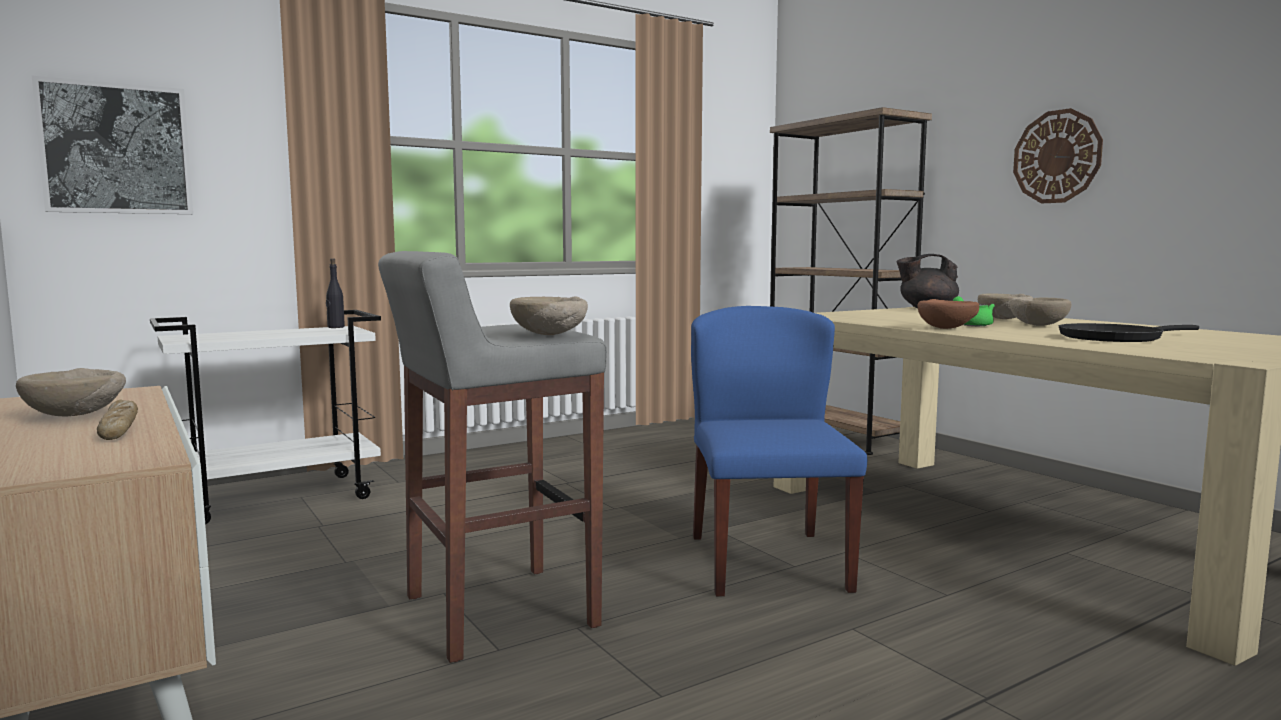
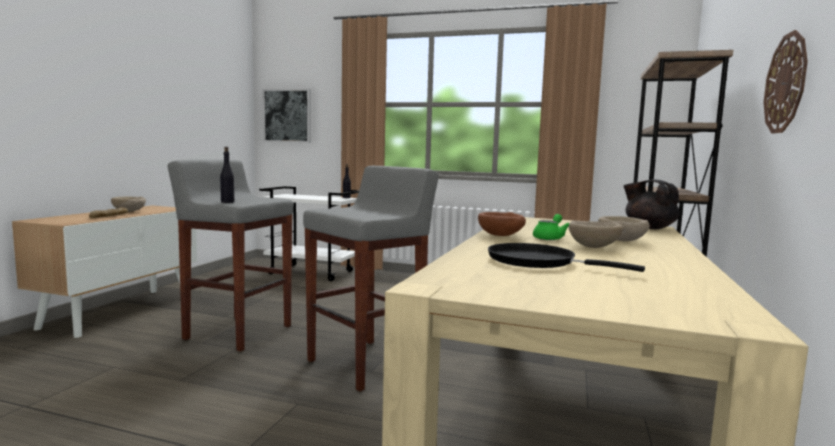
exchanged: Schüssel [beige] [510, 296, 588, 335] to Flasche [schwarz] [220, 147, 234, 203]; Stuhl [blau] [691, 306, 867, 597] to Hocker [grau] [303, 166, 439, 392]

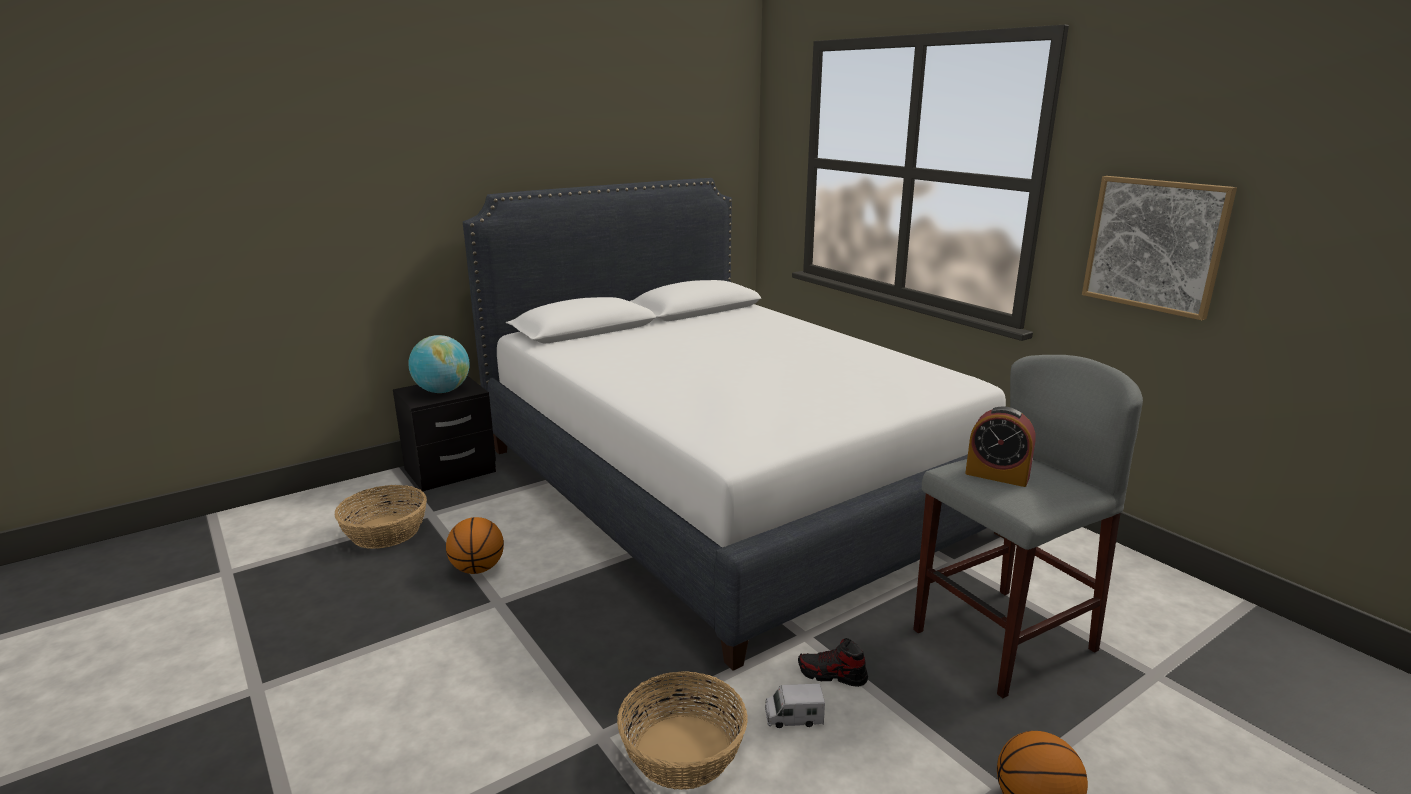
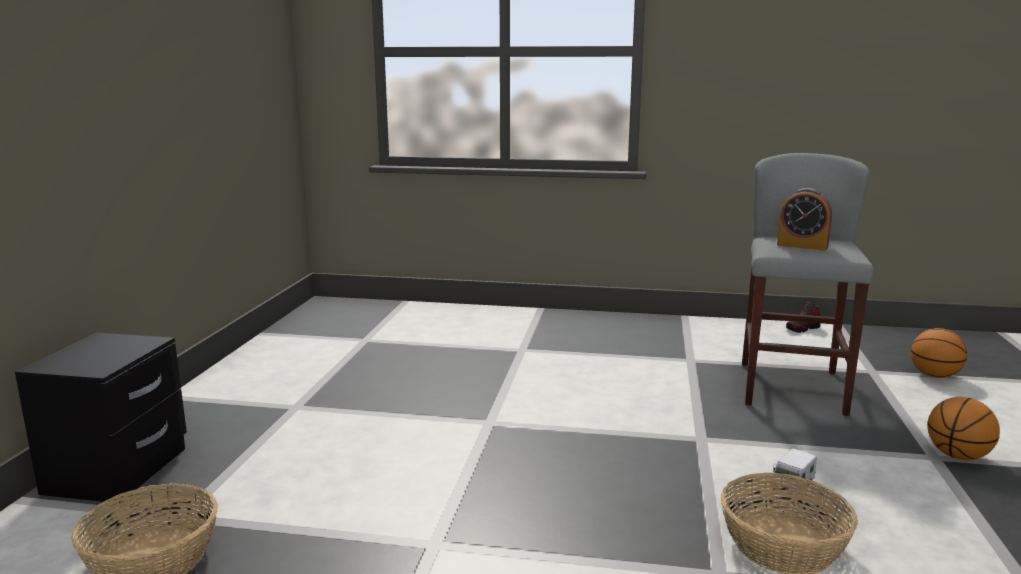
missing: Bild [1082, 176, 1237, 320]; Bett [weiß] [463, 178, 1006, 671]; Globus [408, 335, 470, 393]
relocated: Basketball [446, 517, 504, 574] to [911, 328, 967, 378]; Schuh [798, 638, 868, 687] to [786, 302, 820, 333]
spun: Wecker [965, 406, 1036, 487] = [777, 188, 832, 251] 45 degrees clockwise

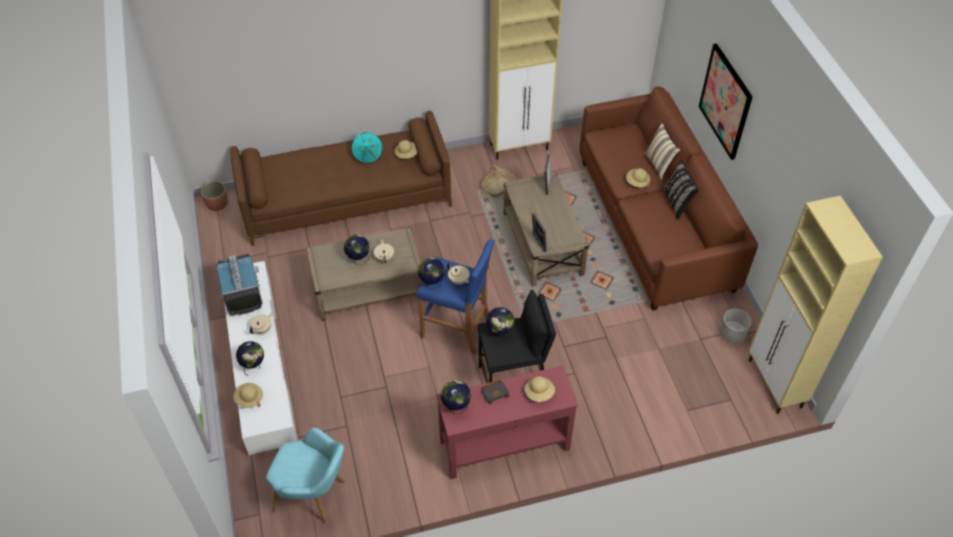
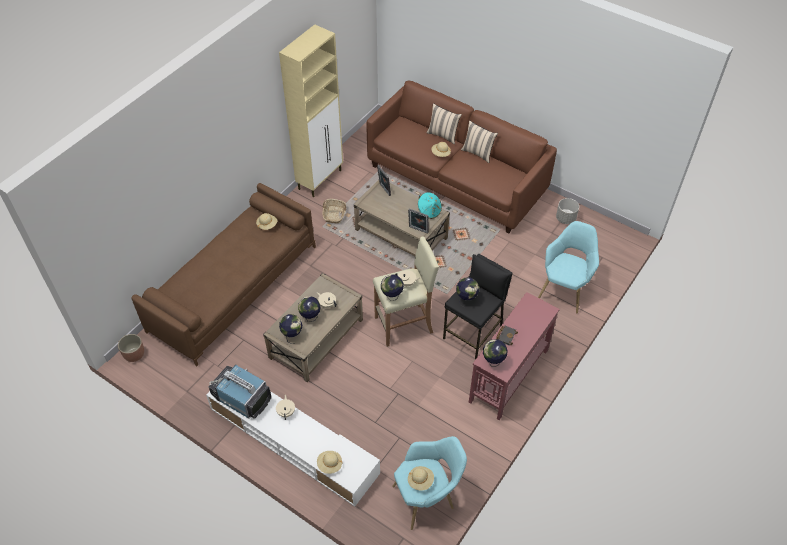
missing: Bild [699, 43, 752, 160]; Schrank [beige] [749, 196, 883, 414]
appeared: Sessel [türkis] [538, 221, 599, 313]
relocated: Hut [türkis] [351, 132, 383, 164] to [418, 192, 442, 219]; Globus [236, 341, 264, 376] to [279, 314, 302, 344]; Hut [beige] [524, 376, 555, 402] to [408, 466, 434, 491]
colour: Kissen [schwarz] [662, 160, 699, 220] to Kissen [beige] [461, 120, 498, 163]; Hocker [blau] [416, 239, 495, 355] to Hocker [beige] [373, 236, 439, 347]

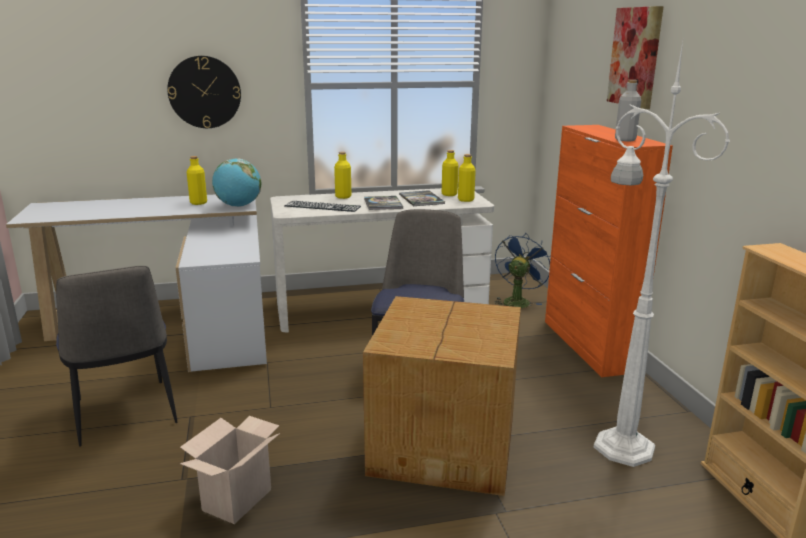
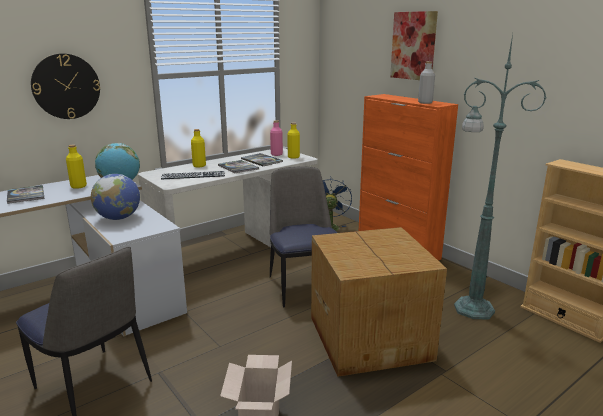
appeared: Globus [91, 174, 140, 220]; Buch [6, 185, 45, 204]
colour: Stehlampe [weiß] [594, 42, 730, 467] to Stehlampe [grün] [454, 34, 546, 320]; Flasche [gelb] [442, 150, 458, 196] to Flasche [rosa] [270, 120, 283, 156]

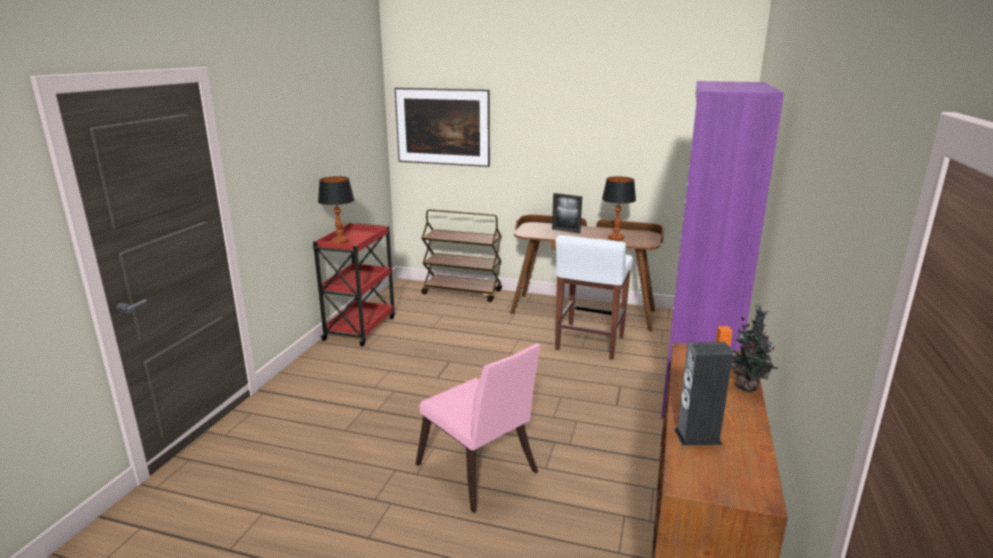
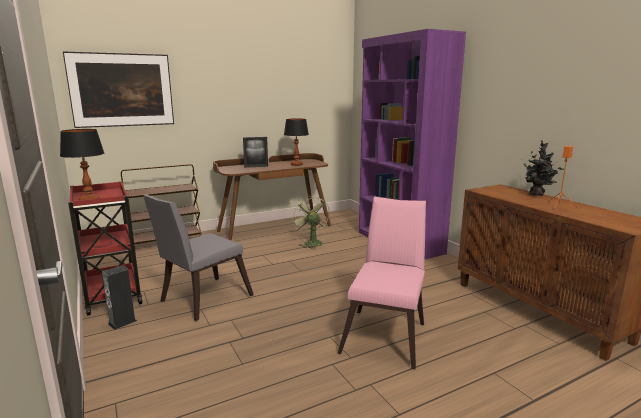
appeared: Stuhl [grau] [143, 194, 254, 321]
relocated: Lautsprecher [674, 342, 733, 446] to [102, 265, 137, 330]
exchanged: Hocker [weiß] [555, 235, 633, 360] to Ventilator [grün] [291, 197, 329, 249]
spun: Stuhl [rosa] [416, 344, 541, 513] = [337, 196, 426, 369] 75 degrees counterclockwise

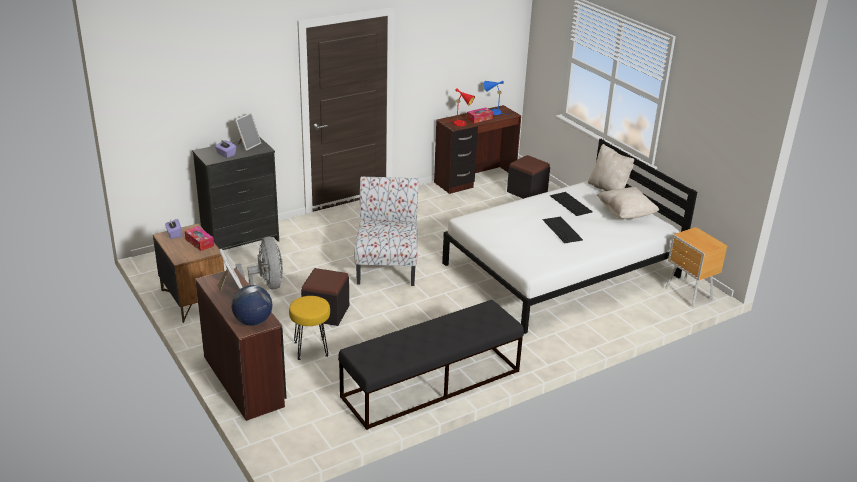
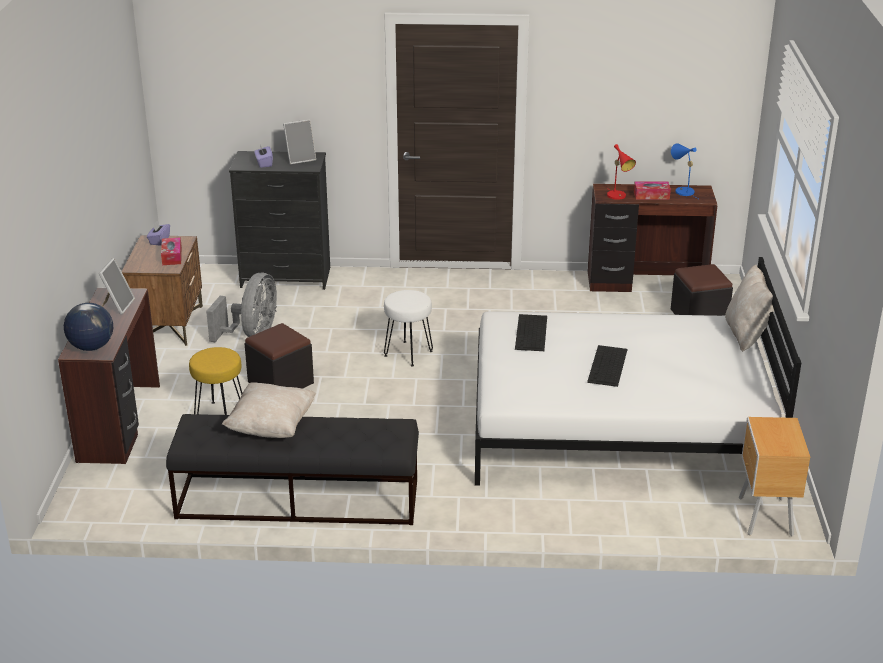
relocated: Kissen [beige] [597, 187, 659, 219] to [222, 382, 316, 438]; Tastatur [550, 192, 593, 216] to [515, 314, 547, 351]
exchanged: Stuhl [354, 177, 418, 286] to Hocker [weiß] [384, 290, 433, 366]

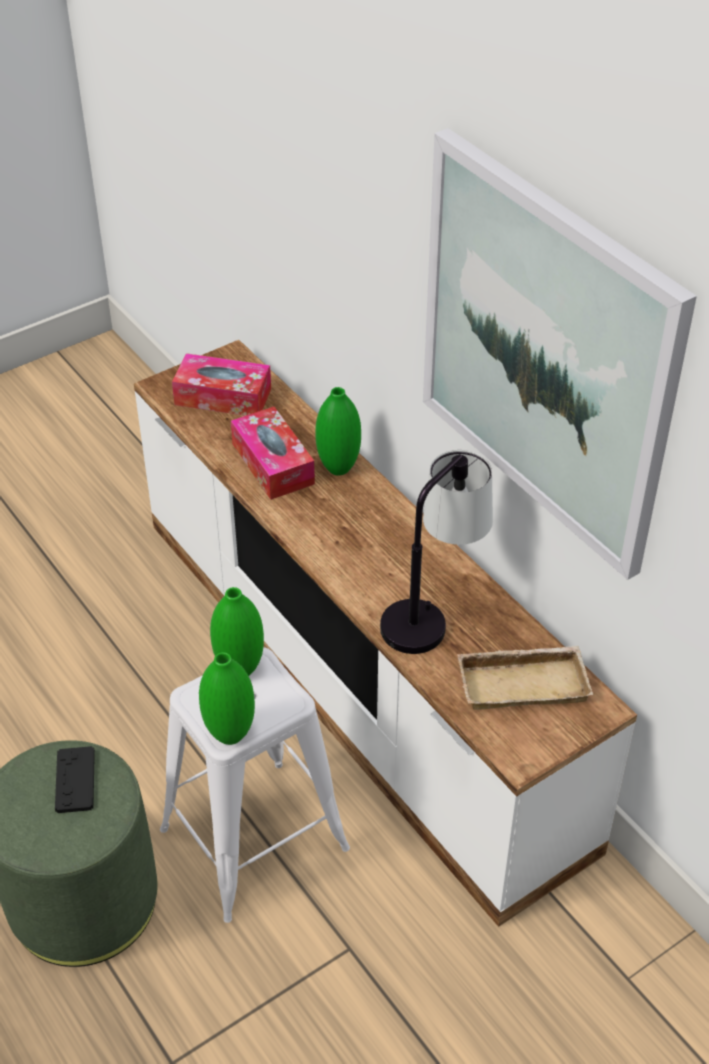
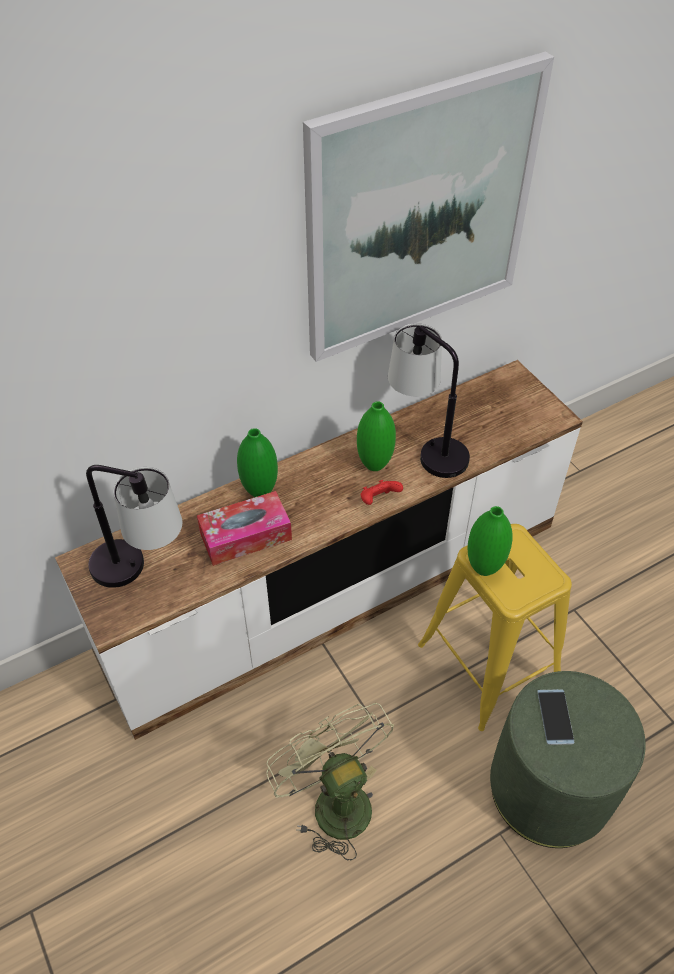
missing: Tablett [beige] [457, 646, 593, 710]
appeared: Gamepad [rot] [361, 480, 403, 505]; Ventilator [grün] [266, 703, 394, 860]
relocated: Vase [grün] [199, 652, 255, 745] to [357, 401, 396, 471]
exchanged: Taschentuchbox [172, 353, 271, 416] to Tischlampe [86, 465, 182, 588]; Gamepad [schwarz] [55, 746, 95, 813] to Handy [537, 689, 574, 745]
colour: Hocker [weiß] [160, 647, 350, 923] to Hocker [gelb] [418, 524, 572, 731]

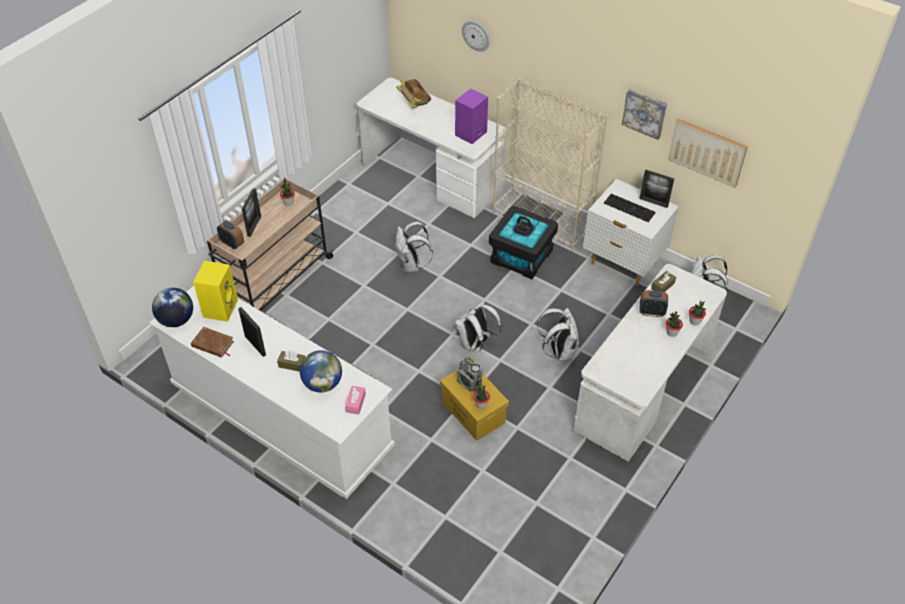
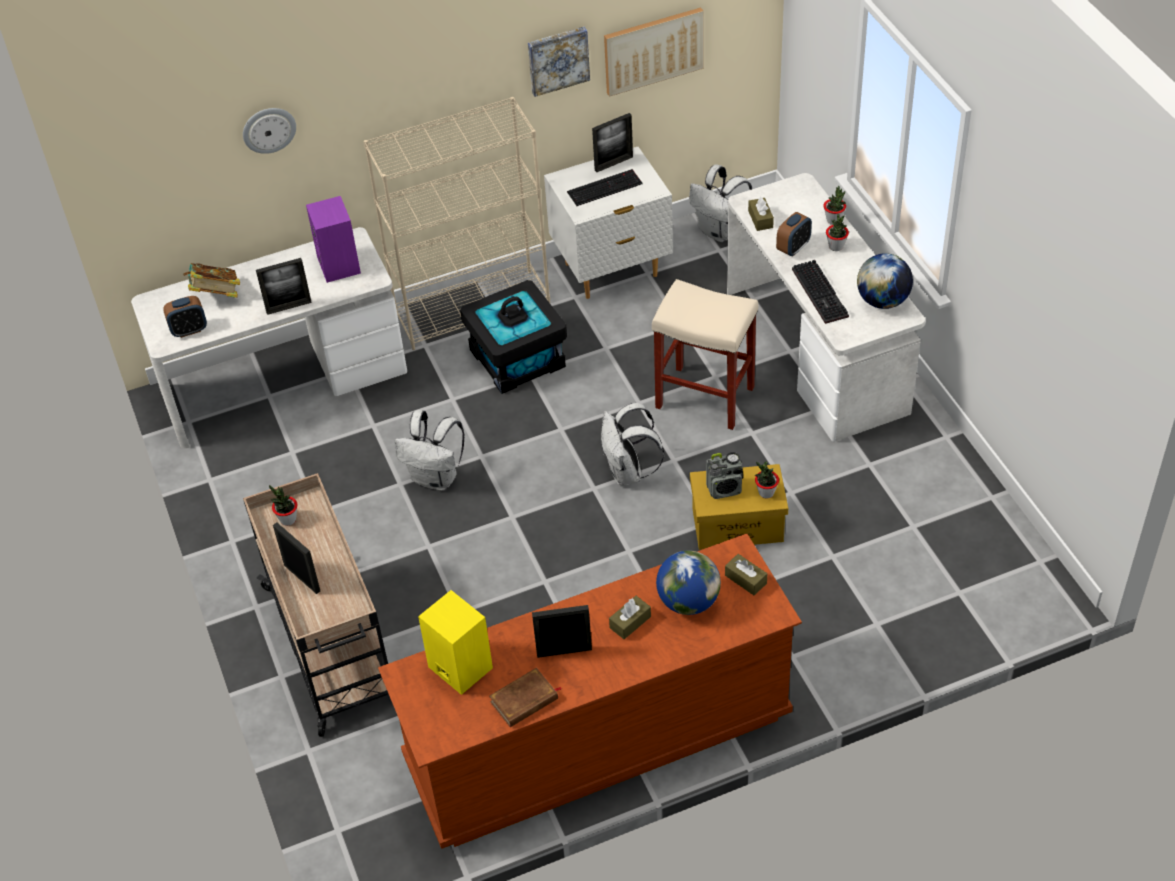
appeared: Bilderrahmen [256, 258, 312, 315]; Tastatur [792, 260, 849, 324]
relocated: Wecker [217, 220, 244, 249] to [163, 296, 207, 338]; Globus [152, 288, 193, 327] to [857, 253, 913, 309]
exchanged: Rucksack [weiß] [537, 308, 579, 361] to Hocker [beige] [652, 279, 758, 430]
colour: Kommode [weiß] [149, 286, 395, 499] to Kommode [braun] [378, 534, 802, 849]; Taschentuchbox [rosa] [345, 386, 366, 415] to Taschentuchbox [braun] [725, 554, 767, 595]

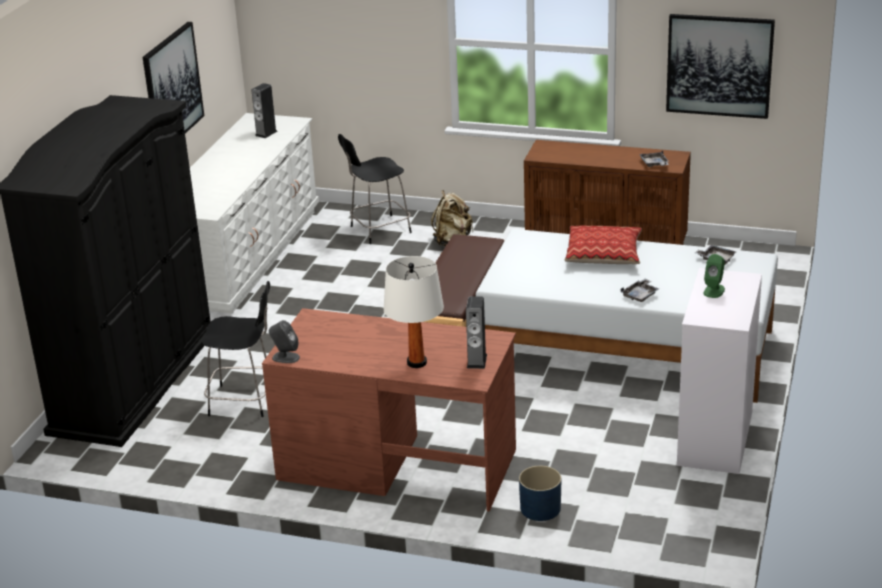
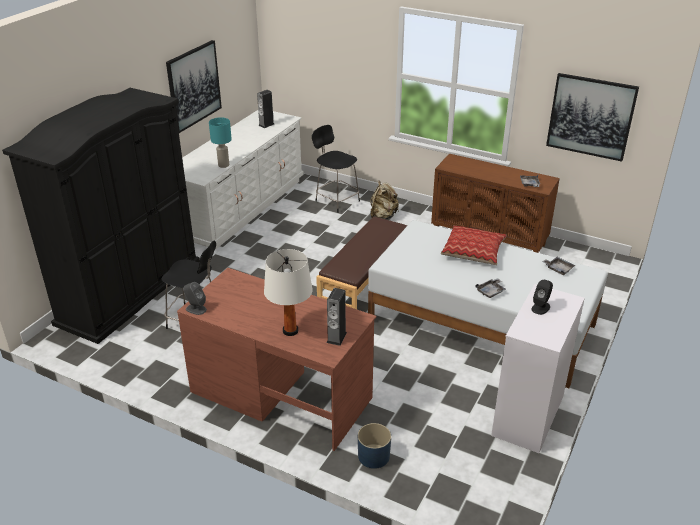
appeared: Tischlampe [türkis] [209, 117, 232, 168]
colour: Lautsprecher [grün] [704, 254, 725, 298] to Lautsprecher [schwarz] [532, 280, 553, 315]
spun: Stuhl [schwarz] [338, 134, 412, 244] = [312, 125, 360, 213] 60 degrees clockwise

